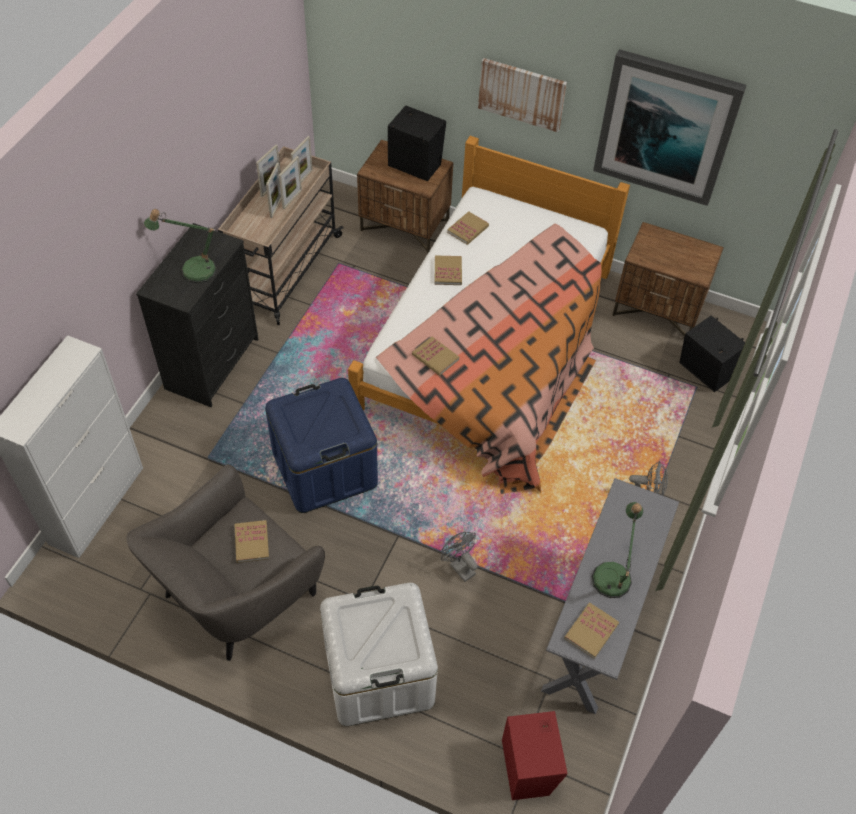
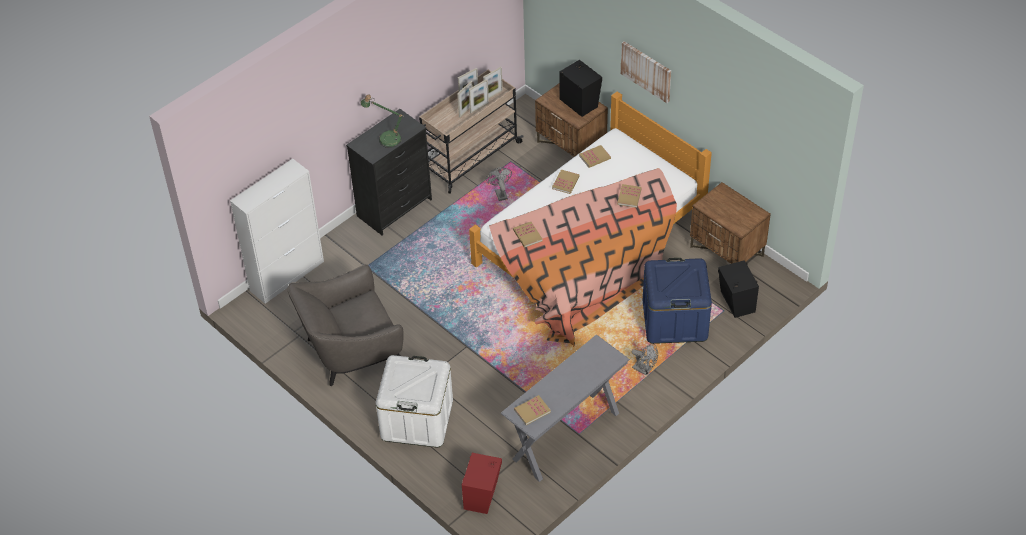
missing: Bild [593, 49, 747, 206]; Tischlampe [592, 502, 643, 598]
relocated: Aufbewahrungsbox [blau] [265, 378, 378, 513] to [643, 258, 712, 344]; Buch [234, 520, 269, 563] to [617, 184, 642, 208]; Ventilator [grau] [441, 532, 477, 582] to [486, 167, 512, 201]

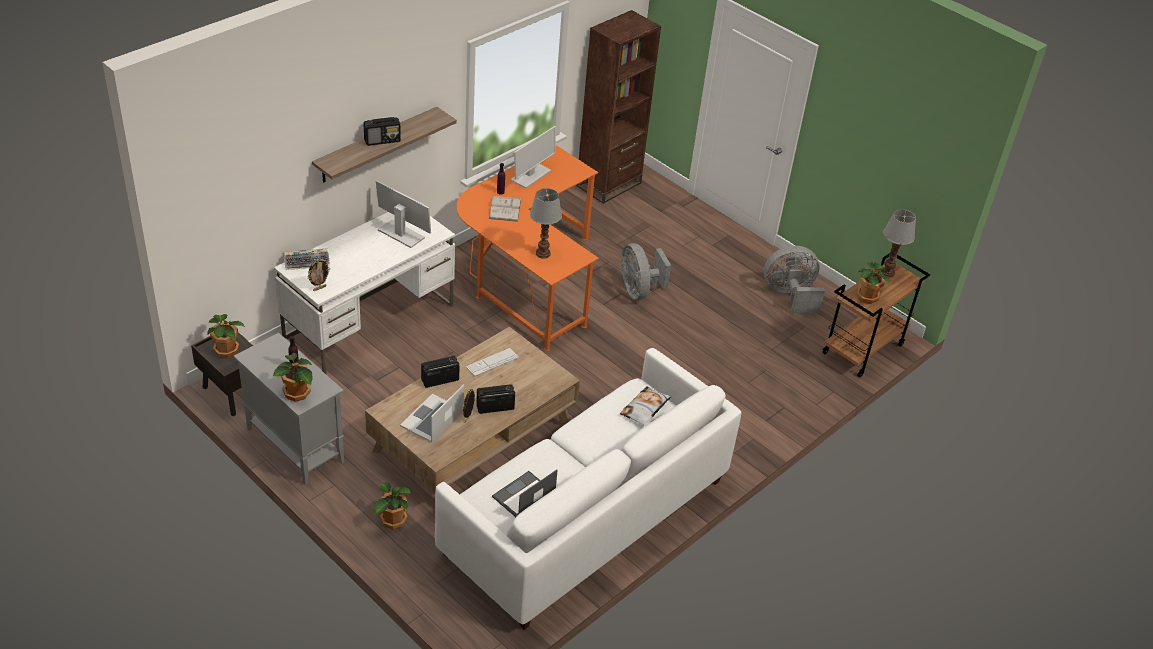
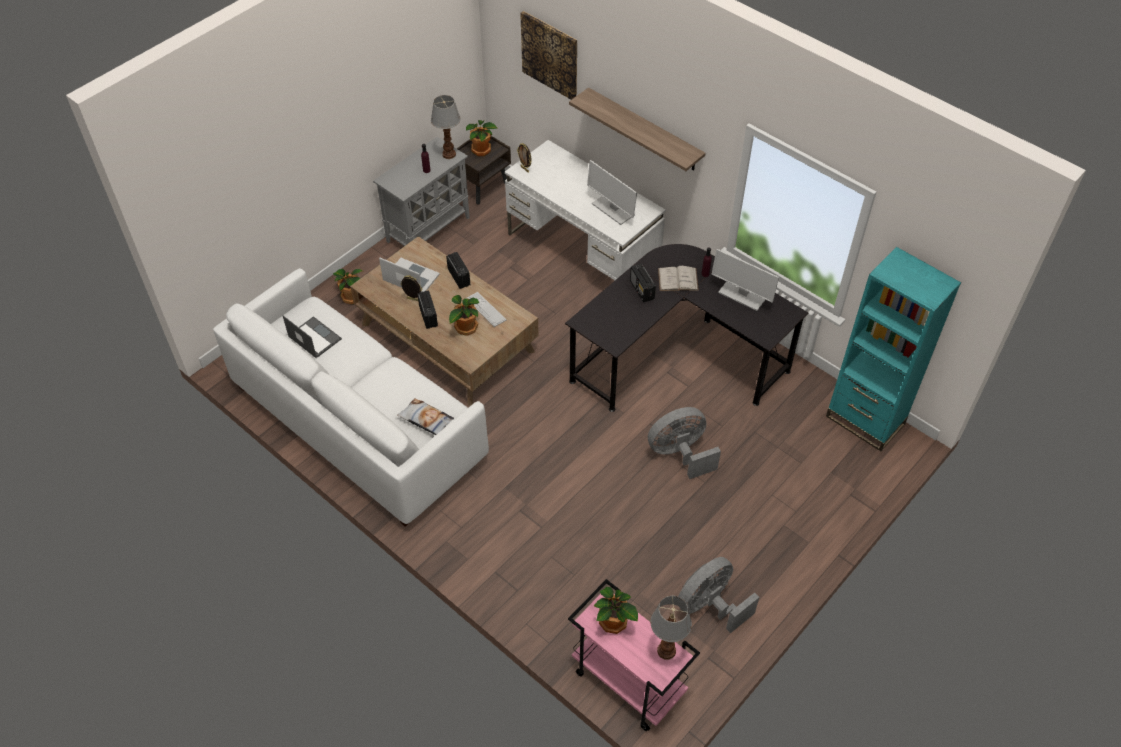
missing: Tastatur [284, 248, 330, 270]
appeared: Bild [520, 11, 577, 100]
relocated: Radio [363, 117, 401, 146] to [630, 264, 656, 302]; Tischlampe [530, 188, 562, 259] to [431, 95, 460, 159]; Topfpflanze [273, 353, 313, 402] to [449, 295, 480, 336]
colour: Bücherregal [braun] [576, 10, 661, 204] to Bücherregal [türkis] [826, 247, 961, 451]; Schreibtisch [orange] [457, 145, 599, 351] to Schreibtisch [schwarz] [565, 244, 808, 412]; Rollwagen [braun] [822, 252, 930, 378] to Rollwagen [rosa] [568, 579, 700, 731]
spun: Monitor [376, 180, 431, 248] = [587, 160, 637, 225] 105 degrees clockwise; Ventilator [grau] [764, 246, 825, 313] = [678, 557, 759, 633] 120 degrees counterclockwise

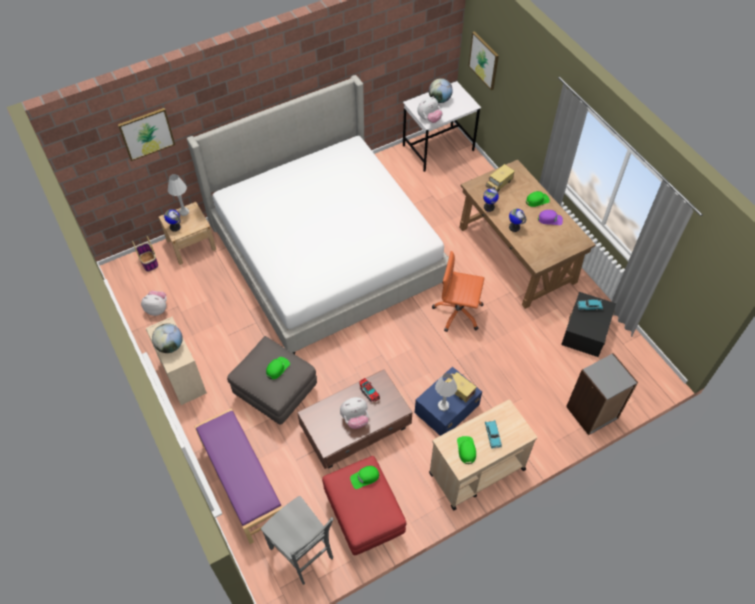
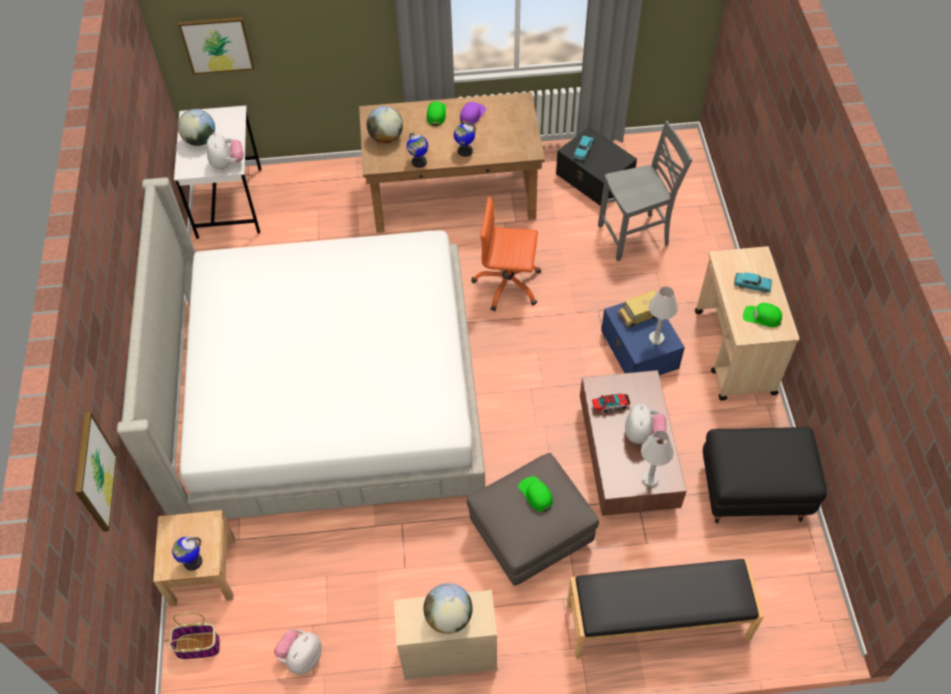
missing: Bücherregal [grau] [566, 353, 638, 436]; Kappe [grün] [350, 466, 379, 489]
relocated: Tischlampe [weiß] [168, 174, 189, 216] to [641, 431, 674, 487]; Stuhl [grau] [261, 496, 334, 585] to [598, 121, 692, 261]
exchanged: Spielzeuglaster [486, 164, 515, 192] to Globus [367, 106, 403, 143]
colour: Bank [lila] [194, 408, 283, 544] to Bank [schwarz] [567, 559, 764, 659]; Polsterhocker [rot] [322, 456, 406, 556] to Polsterhocker [schwarz] [703, 427, 827, 523]
spun: Bürostuhl [orange] [432, 251, 484, 332] = [471, 196, 541, 312] 60 degrees clockwise

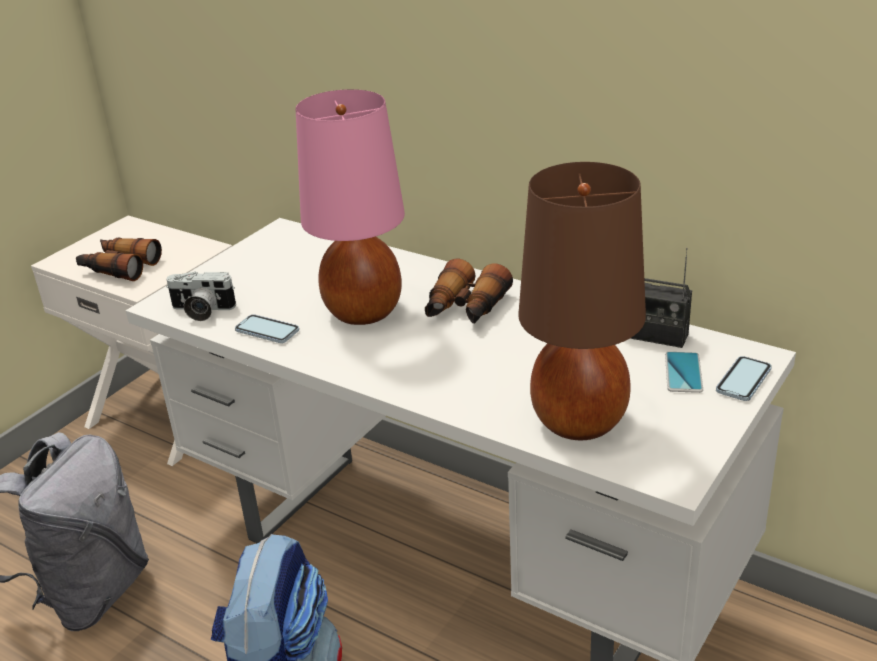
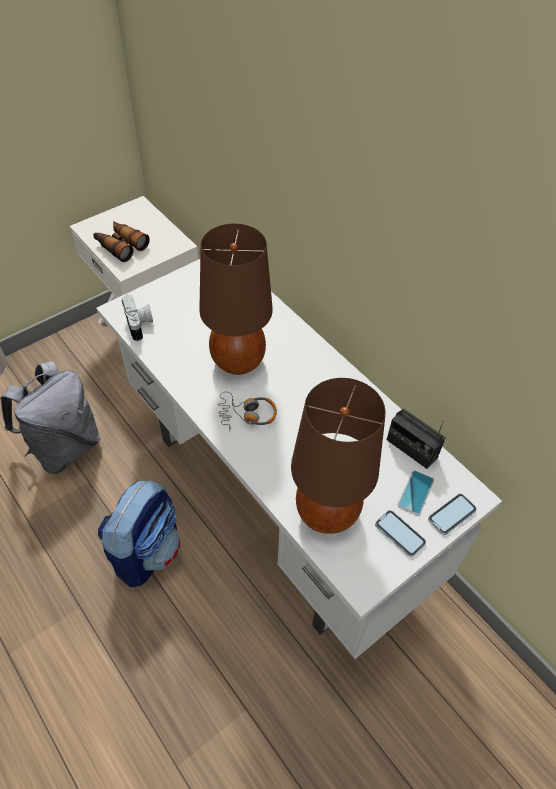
missing: Fernglas [425, 259, 513, 324]
appeared: Kopfhörer [219, 392, 277, 429]
relocated: Handy [235, 315, 299, 343] to [375, 510, 426, 557]
colour: Tischlampe [rosa] [295, 89, 405, 325] to Tischlampe [braun] [199, 224, 273, 375]
spun: Kamera [166, 272, 236, 321] = [122, 295, 153, 341] 135 degrees counterclockwise

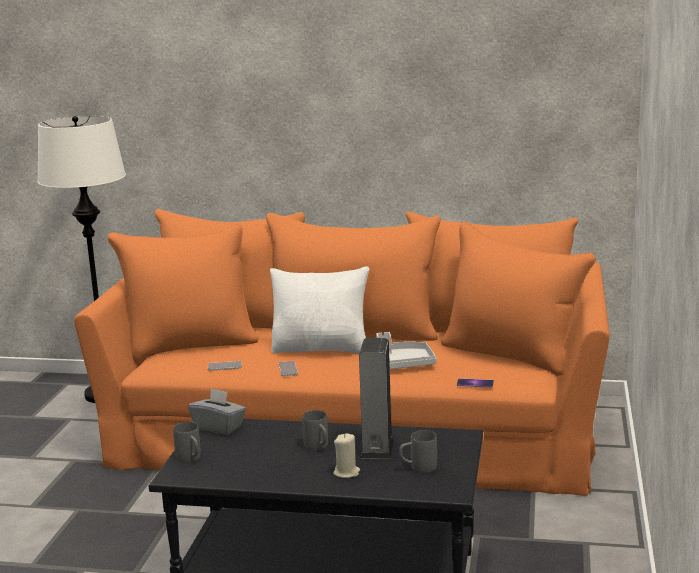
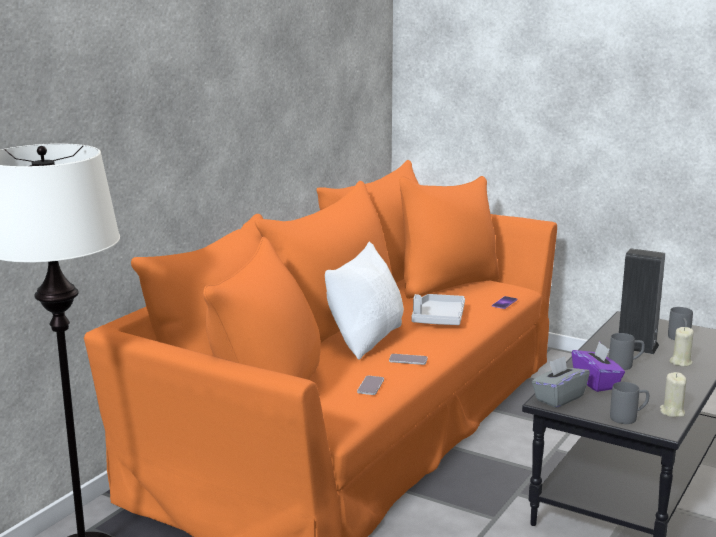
appeared: Taschentuchbox [lila] [572, 342, 625, 392]; Kerze [beige] [660, 372, 687, 417]

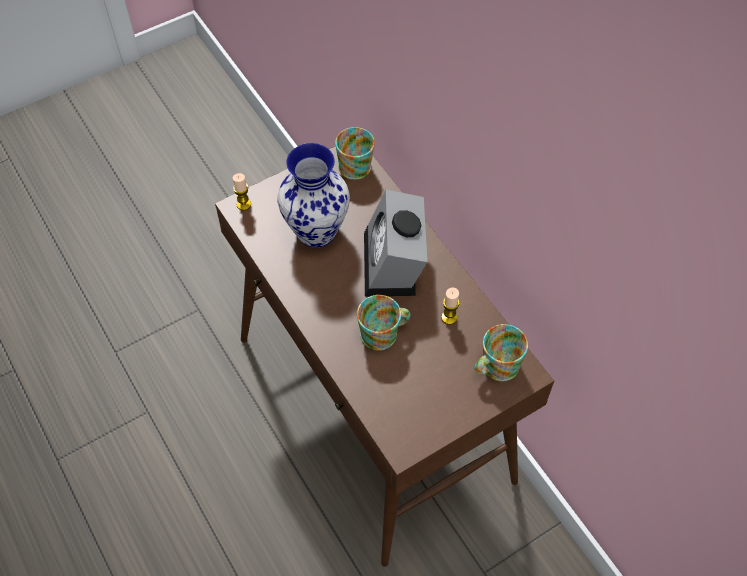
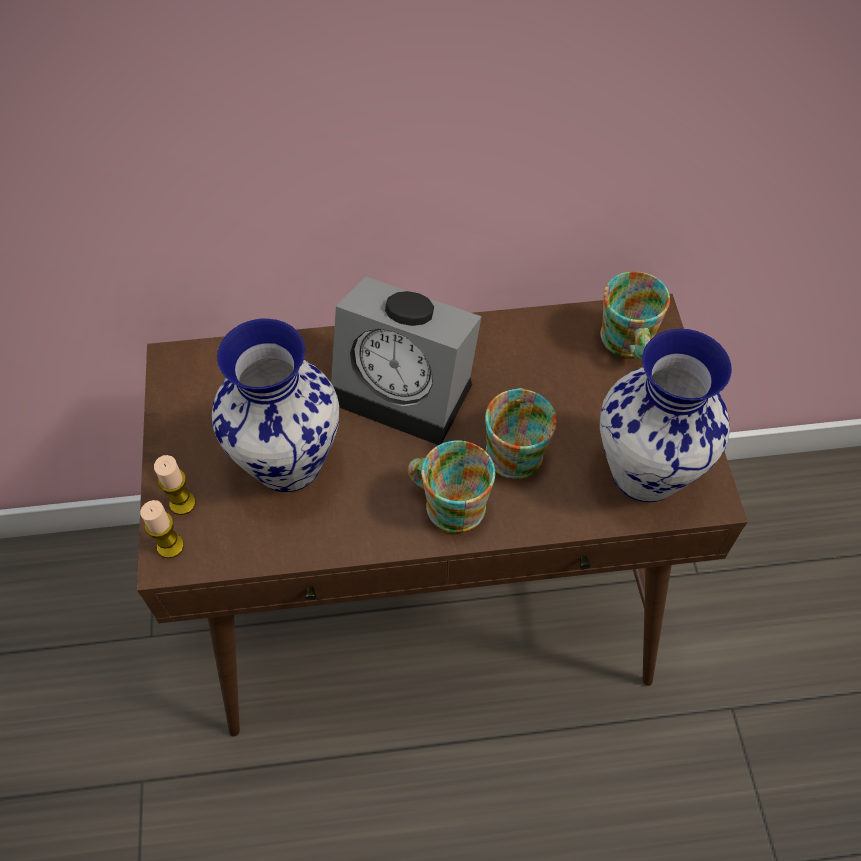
appeared: Vase [600, 329, 732, 502]
relocated: Henkelbecher [335, 127, 375, 180] to [408, 440, 495, 533]; Kerze [441, 288, 460, 325] to [154, 455, 196, 515]

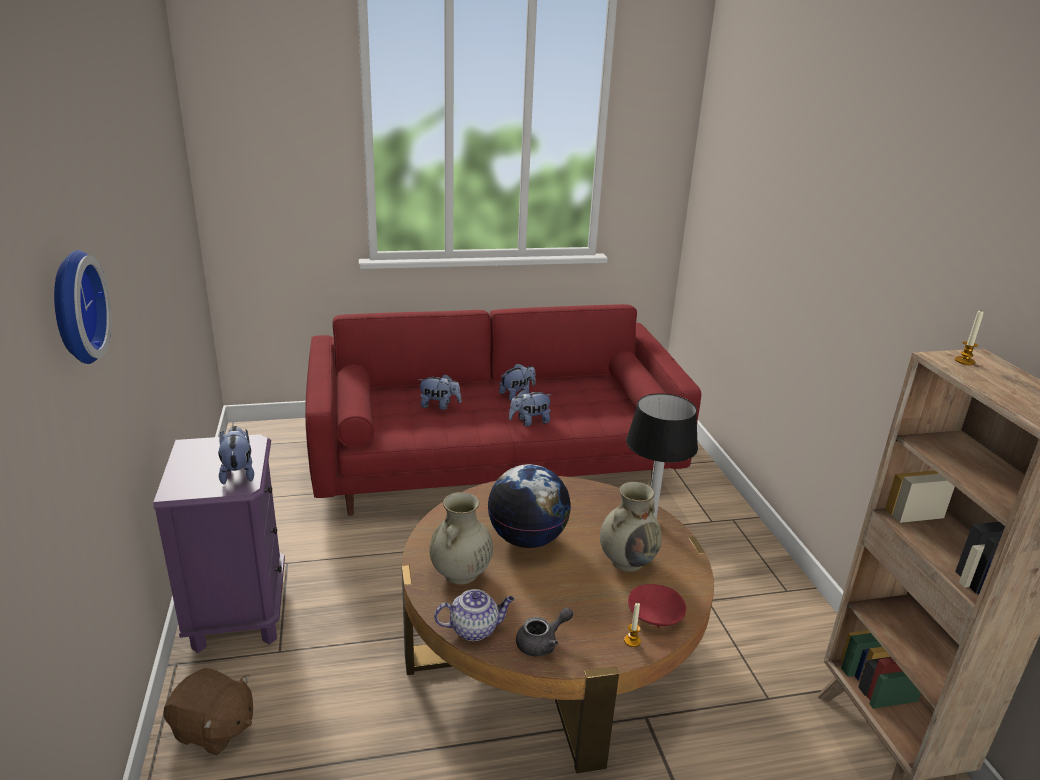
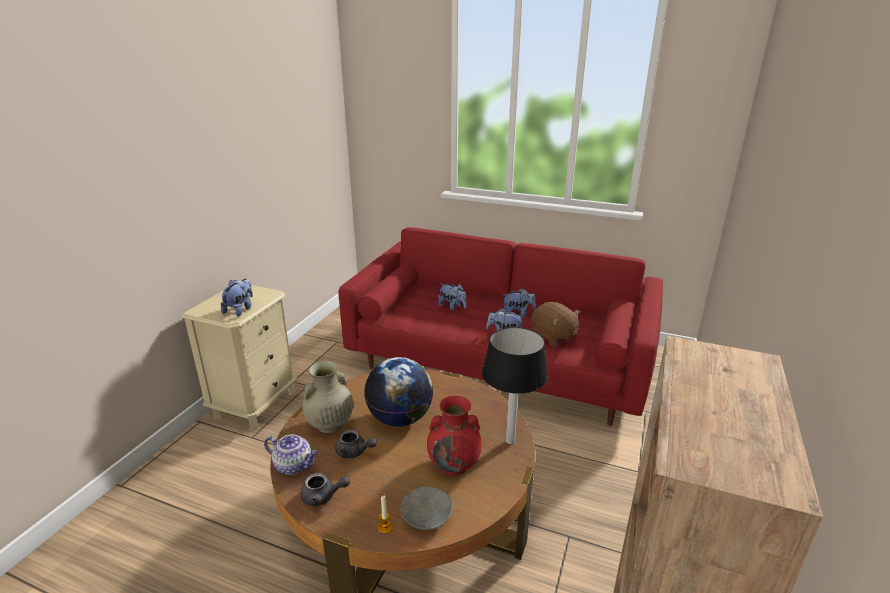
missing: Wanduhr [54, 250, 111, 364]; Kerze [955, 311, 983, 365]
appeared: Teekanne [grau] [335, 430, 377, 458]
relocated: Plüschtier [braun] [163, 668, 253, 755] to [531, 302, 580, 346]
colour: Nachttisch [lila] [153, 434, 285, 653] to Nachttisch [beige] [182, 285, 297, 431]; Vase [beige] [600, 482, 662, 572] to Vase [rot] [427, 396, 482, 476]; Schüssel [rot] [628, 584, 686, 628] to Schüssel [grau] [400, 487, 453, 530]

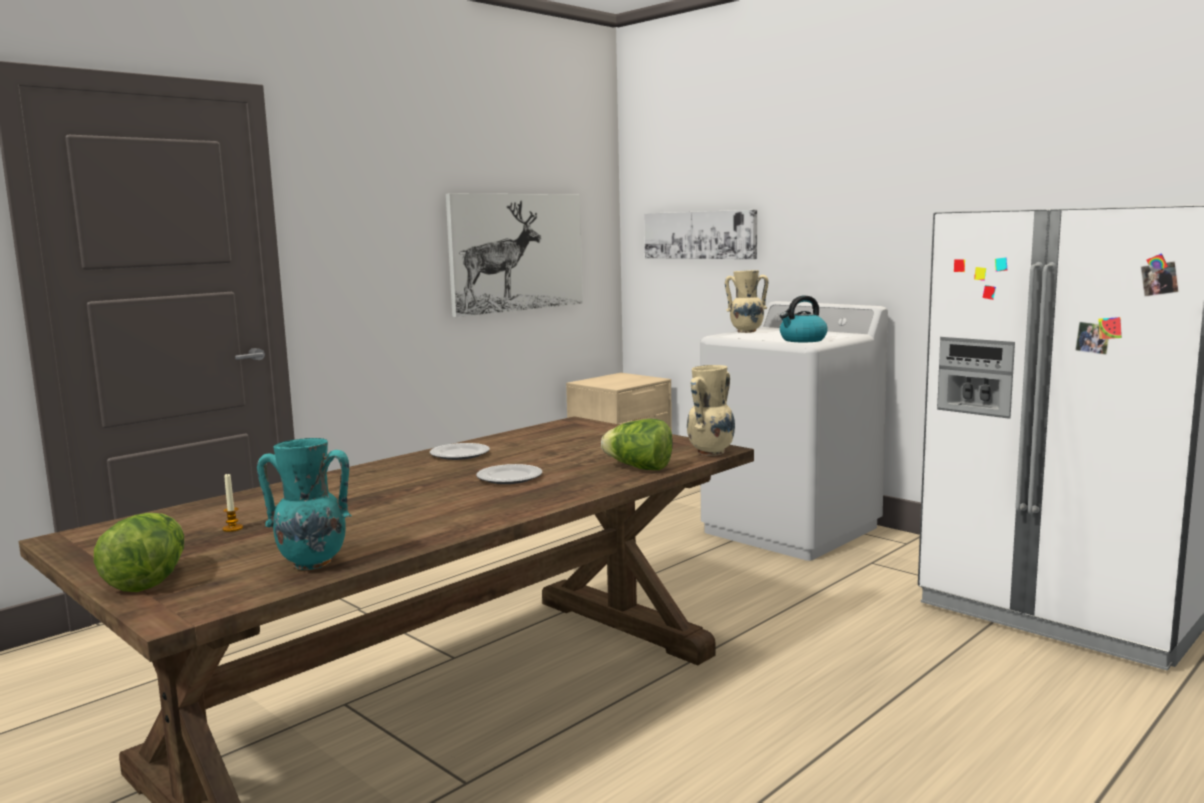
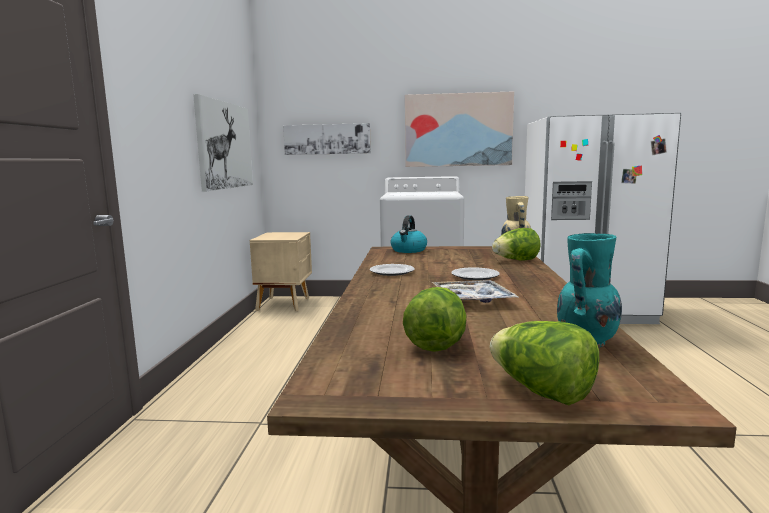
missing: Vase [beige] [725, 270, 768, 333]
appeared: Bild [405, 91, 514, 167]; Tablett [432, 280, 518, 303]
relocated: Wasserkessel [780, 296, 828, 342] to [391, 216, 427, 253]
exchanged: Kerze [222, 473, 243, 532] to Salatkopf [403, 287, 467, 352]

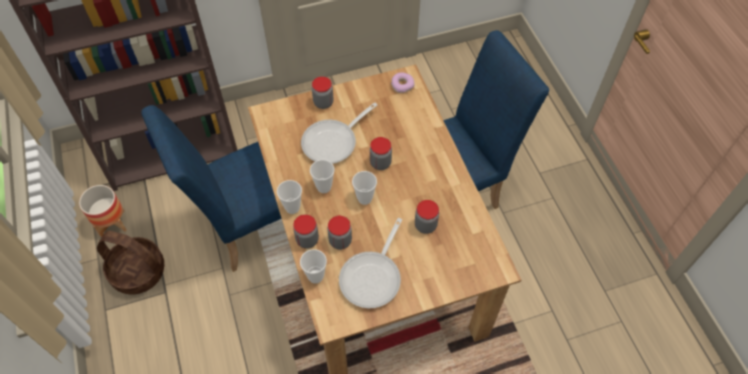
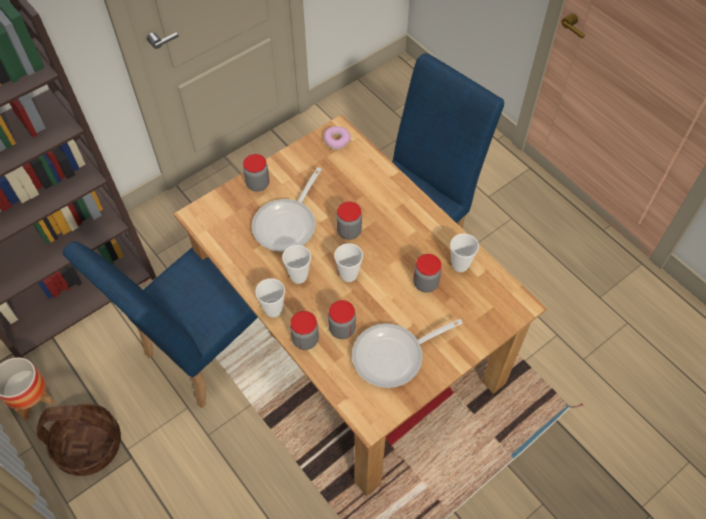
relocated: Tasse [300, 249, 327, 284] to [450, 234, 479, 272]
spun: Pfanne [339, 218, 402, 308] = [352, 319, 463, 388] 60 degrees clockwise

